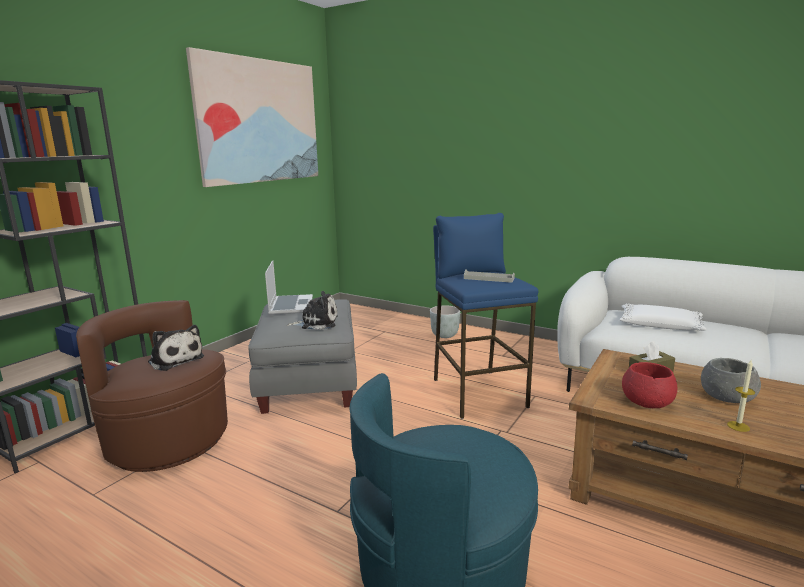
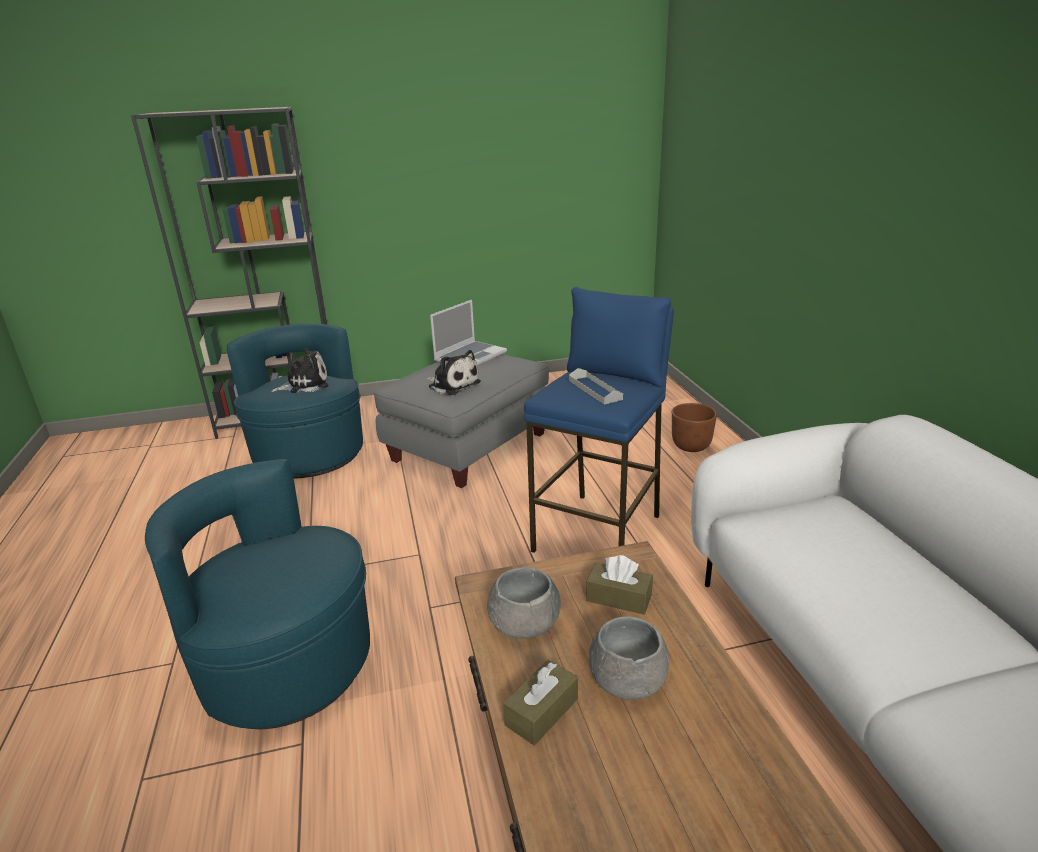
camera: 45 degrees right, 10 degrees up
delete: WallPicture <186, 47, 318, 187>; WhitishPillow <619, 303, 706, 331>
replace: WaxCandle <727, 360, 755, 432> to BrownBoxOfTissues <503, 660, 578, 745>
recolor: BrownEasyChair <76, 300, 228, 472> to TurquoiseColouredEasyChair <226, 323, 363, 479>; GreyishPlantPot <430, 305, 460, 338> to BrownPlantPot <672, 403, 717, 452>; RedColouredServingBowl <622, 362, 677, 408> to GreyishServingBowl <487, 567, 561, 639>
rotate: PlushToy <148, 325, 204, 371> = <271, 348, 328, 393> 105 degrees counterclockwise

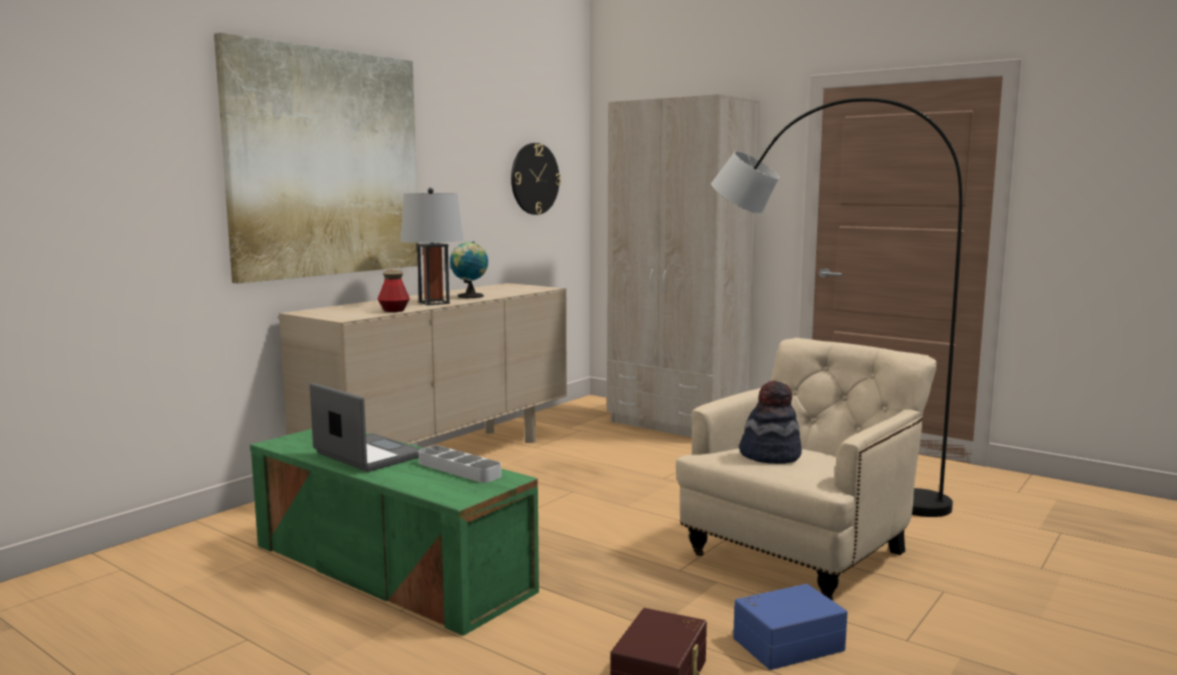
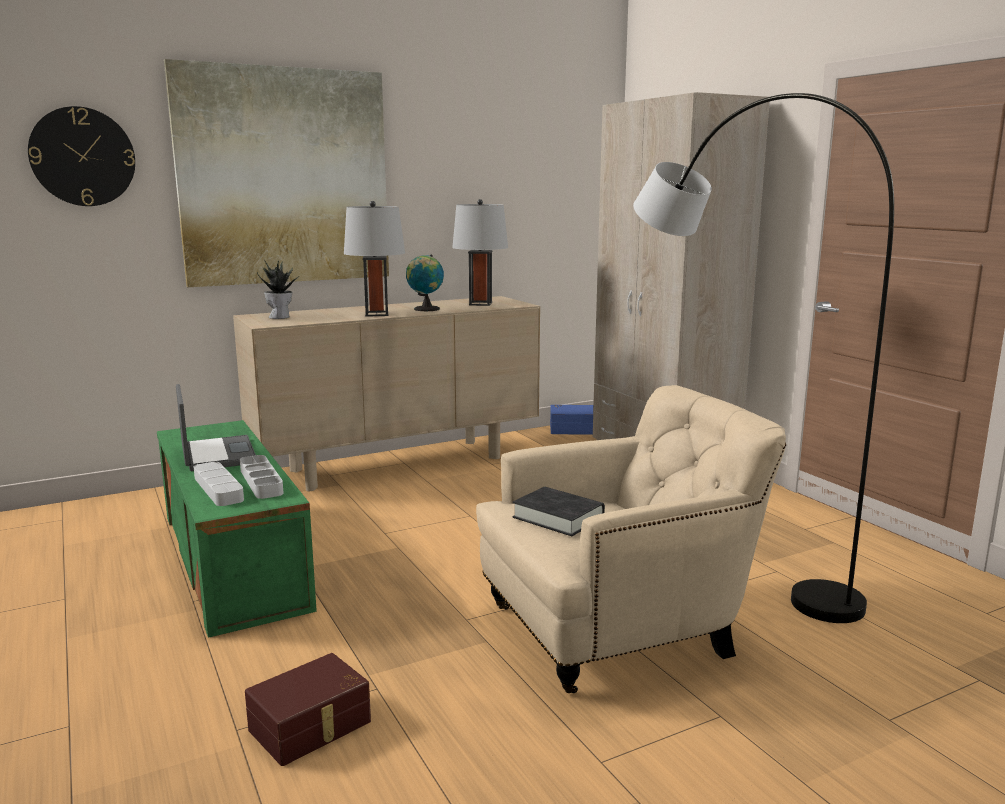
camera: 25 degrees right, 5 degrees up
delete: DrinkBottle <378, 269, 410, 312>
insert: GreyishCarryingTray <194, 462, 244, 506>; PlantInAPot <257, 260, 300, 319>; GreyishTabletopLamp <452, 199, 508, 306>
move: HangingClock <511, 143, 561, 215> to <28, 106, 135, 206>; BlueStorageBin <733, 584, 847, 670> to <550, 405, 594, 435>
replace: WearableHat <739, 380, 802, 464> to BlackVolume <513, 487, 605, 536>

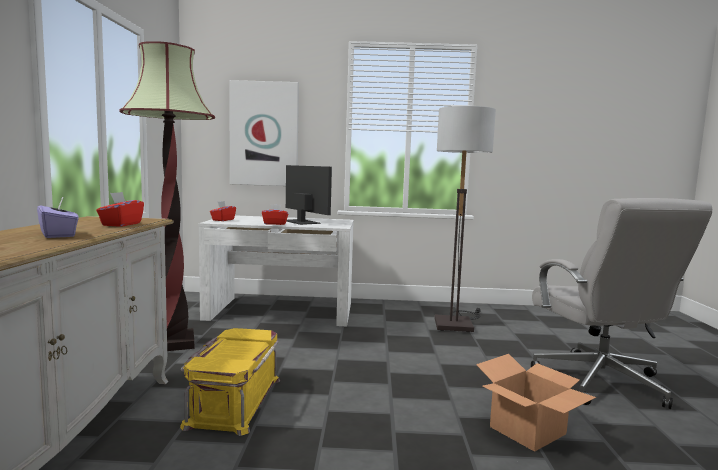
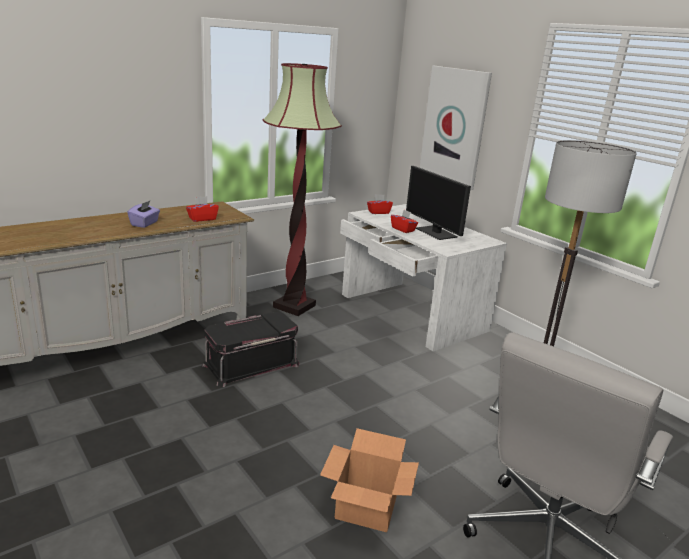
camera: 50 degrees right, 15 degrees up
recolor: YellowColouredStorageBin <180, 328, 280, 436> to BlackStorageBin <202, 312, 300, 387>
rotate: ComputerScreen <286, 165, 332, 225> = <406, 166, 471, 240> 135 degrees clockwise

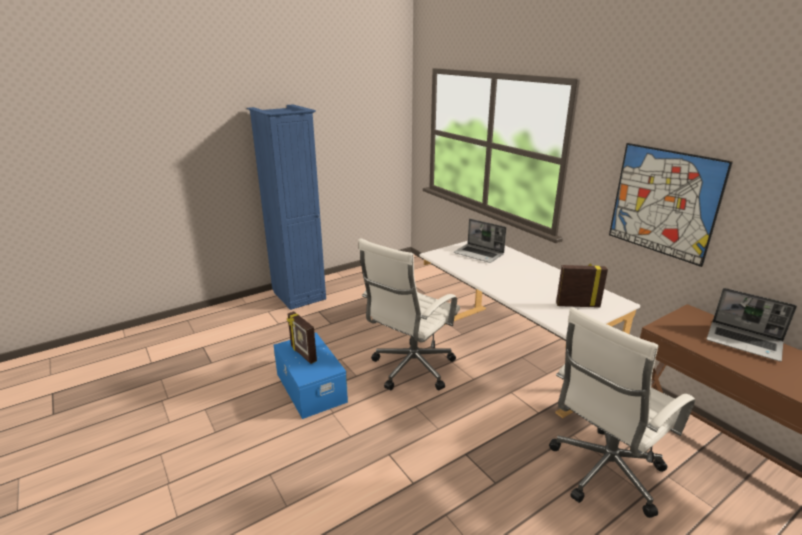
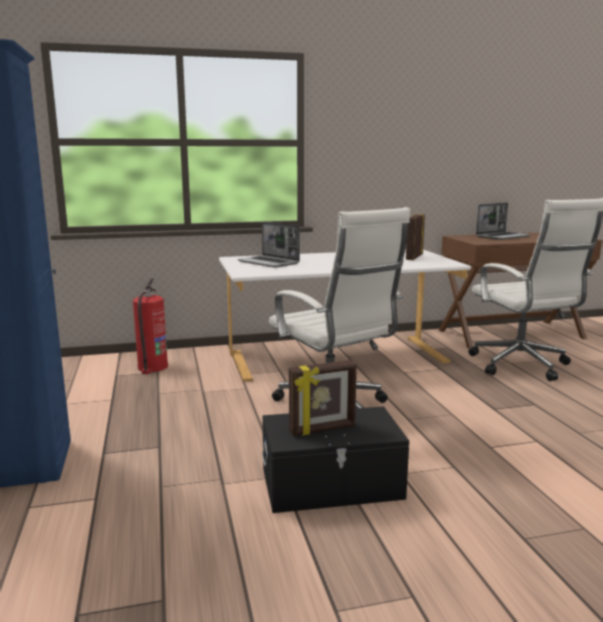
camera: 70 degrees left, 10 degrees down
delete: WallPicture <609, 143, 733, 267>
insert: Extinguisher <133, 278, 168, 374>
recolor: BlueStorageBin <274, 333, 348, 419> to BlackStorageBin <262, 406, 409, 513>
rotate: PortableComputer <454, 219, 507, 263> = <238, 222, 300, 268> 75 degrees clockwise

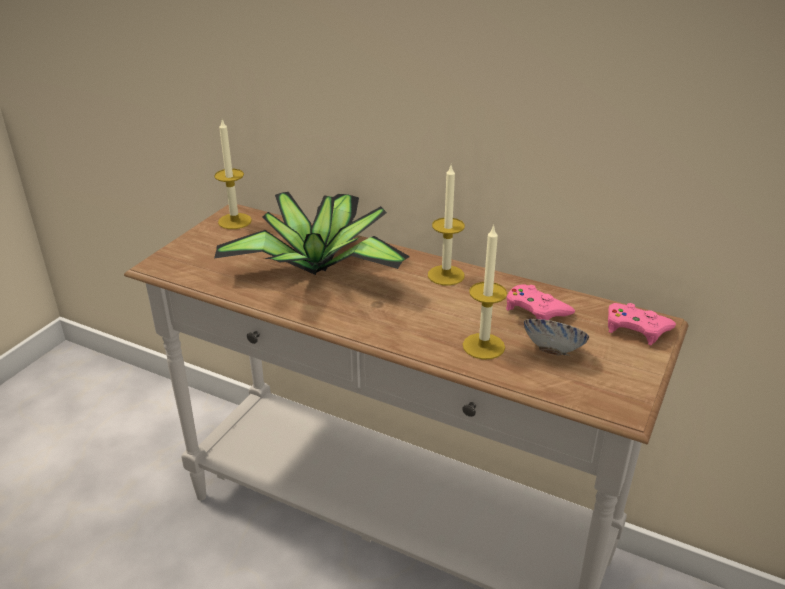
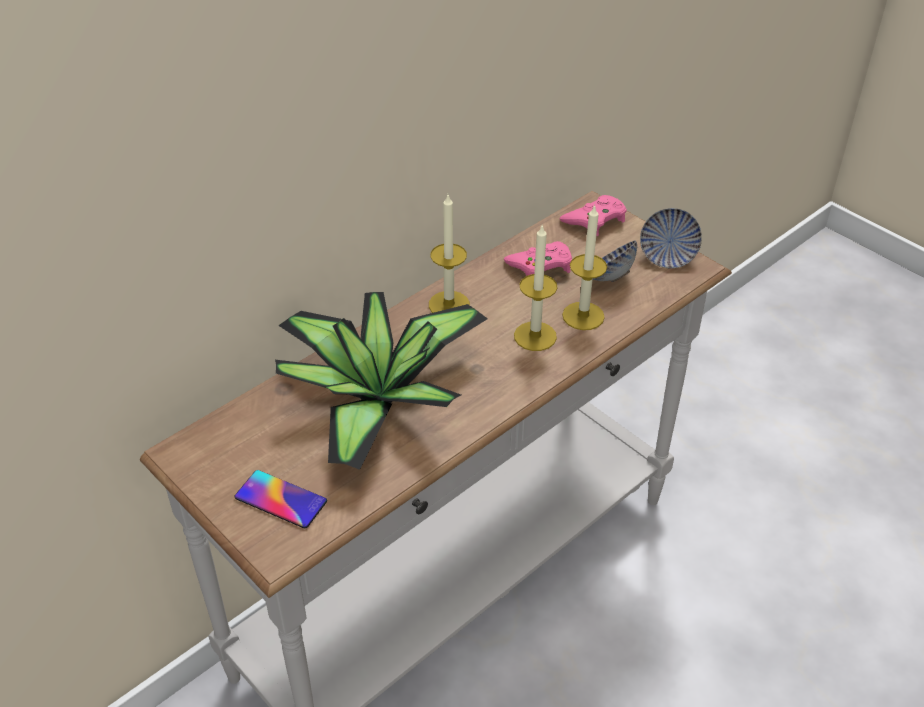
camera: 70 degrees left, 10 degrees up
insert: Phone <234, 470, 327, 528>; ServingBowl <640, 208, 702, 269>
move: WaxCandle <214, 120, 252, 229> to <514, 226, 557, 351>

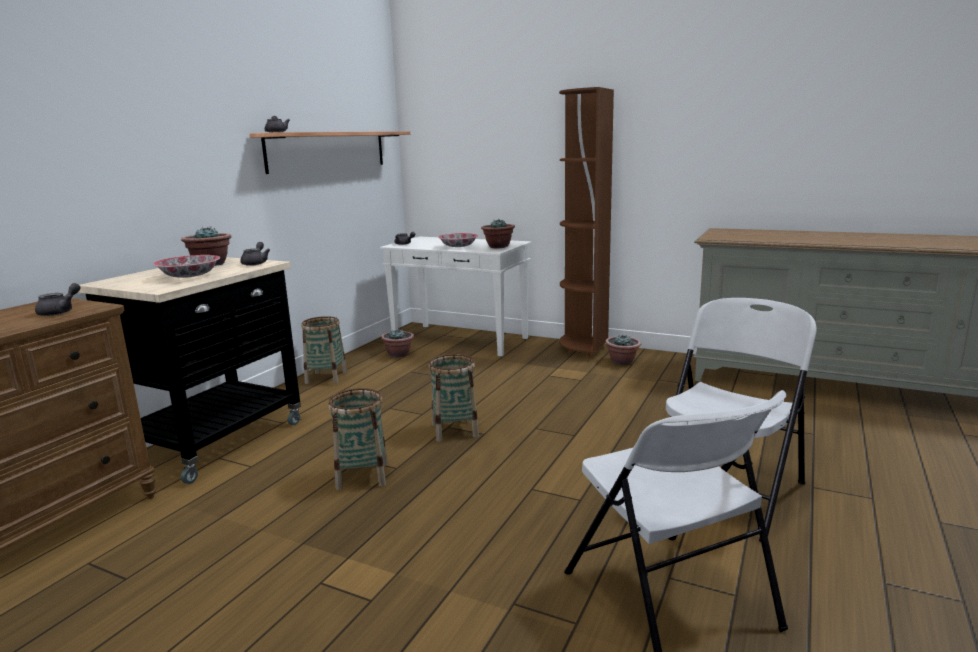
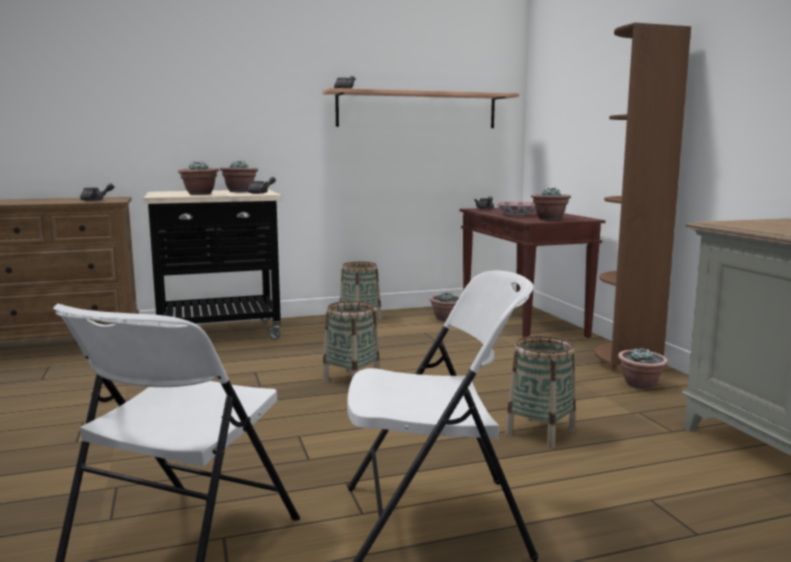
camera: 45 degrees right, 5 degrees down
move: Basket <328, 388, 388, 490> to <505, 336, 576, 448>
replace: ServingBowl <153, 255, 220, 278> to PlantInAPot <178, 162, 219, 195>
recolor: WhitishConsoleTable <380, 236, 532, 357> to BrownConsoleTable <459, 208, 606, 338>

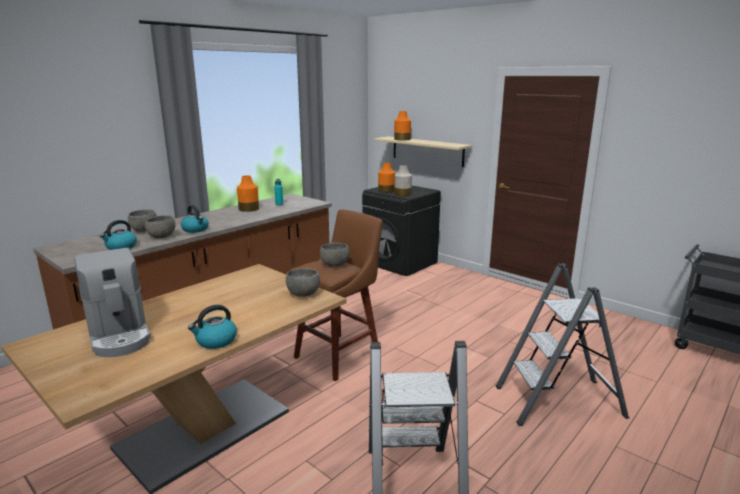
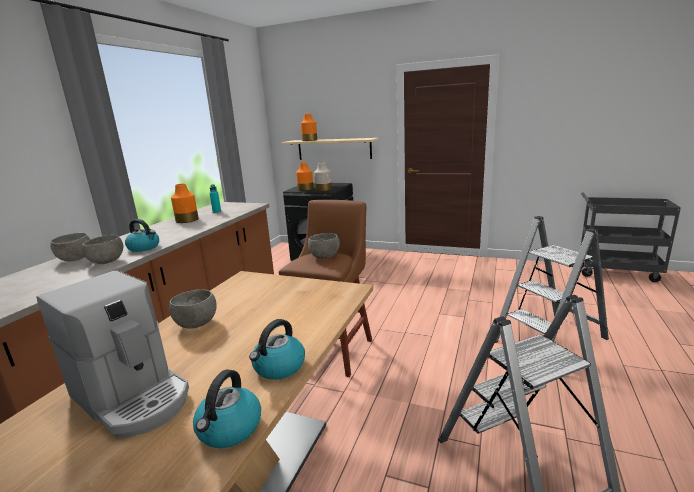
camera: 20 degrees left, 0 degrees up
move: TeaKettle <100, 220, 137, 250> to <193, 369, 261, 448>; GreyishServingBowl <286, 268, 320, 297> to <169, 289, 217, 329>

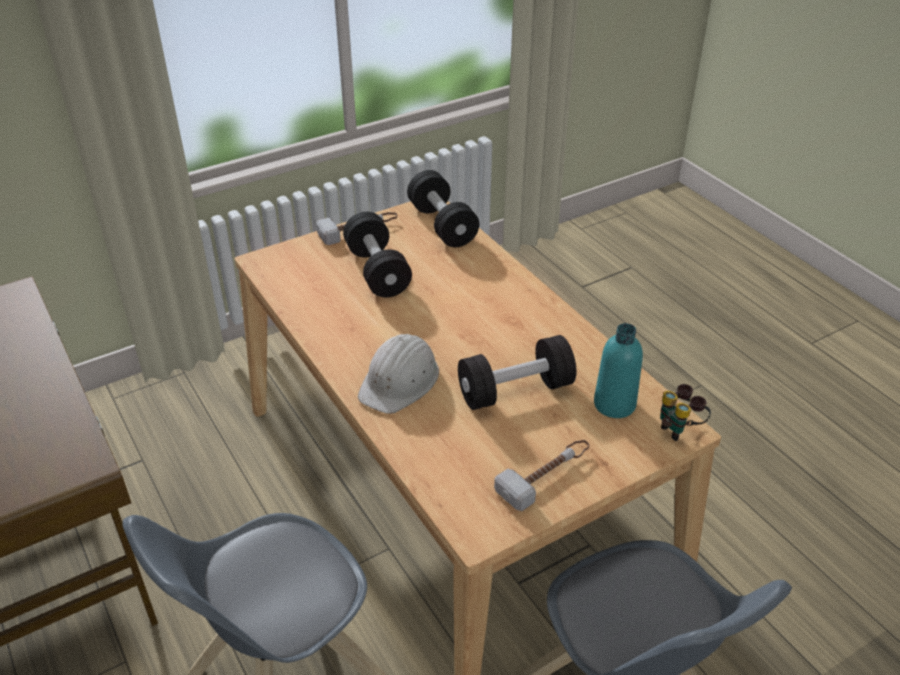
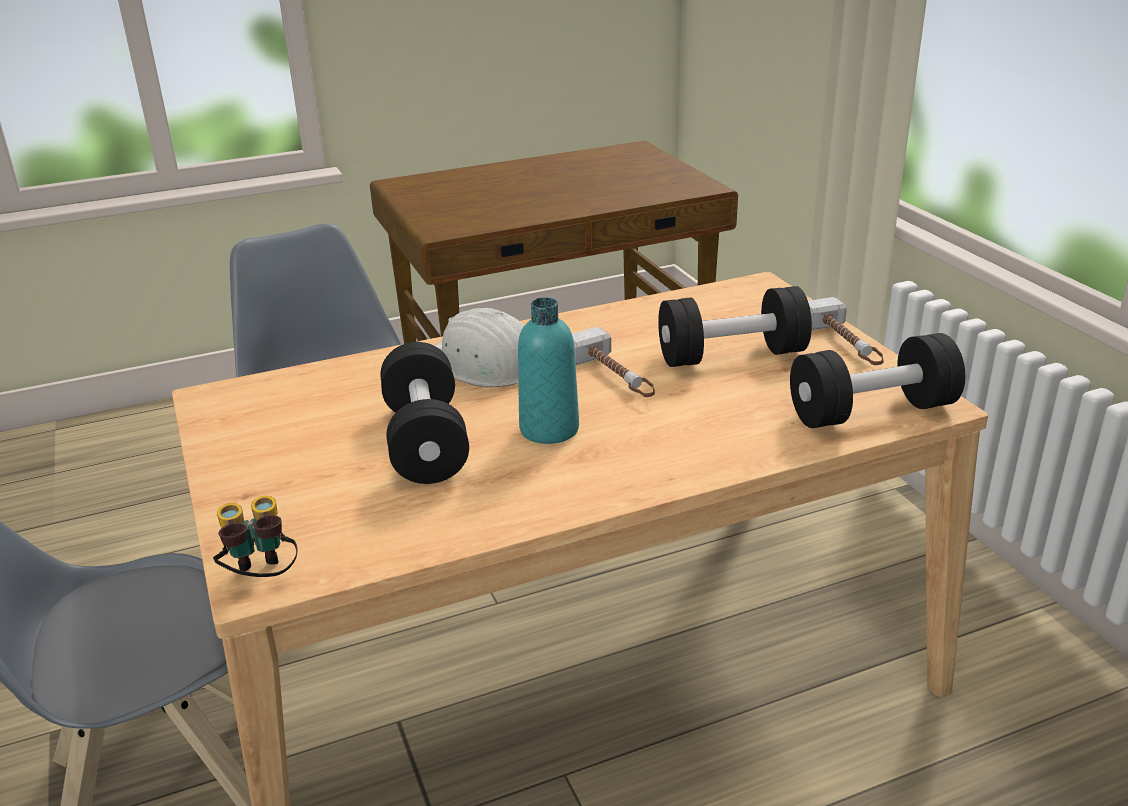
camera: 100 degrees right, 10 degrees down
move: ToolHammer <494, 440, 589, 511> to <572, 327, 655, 397>; TurquoiseColouredDrinkBottle <594, 323, 643, 418> to <518, 297, 579, 444>

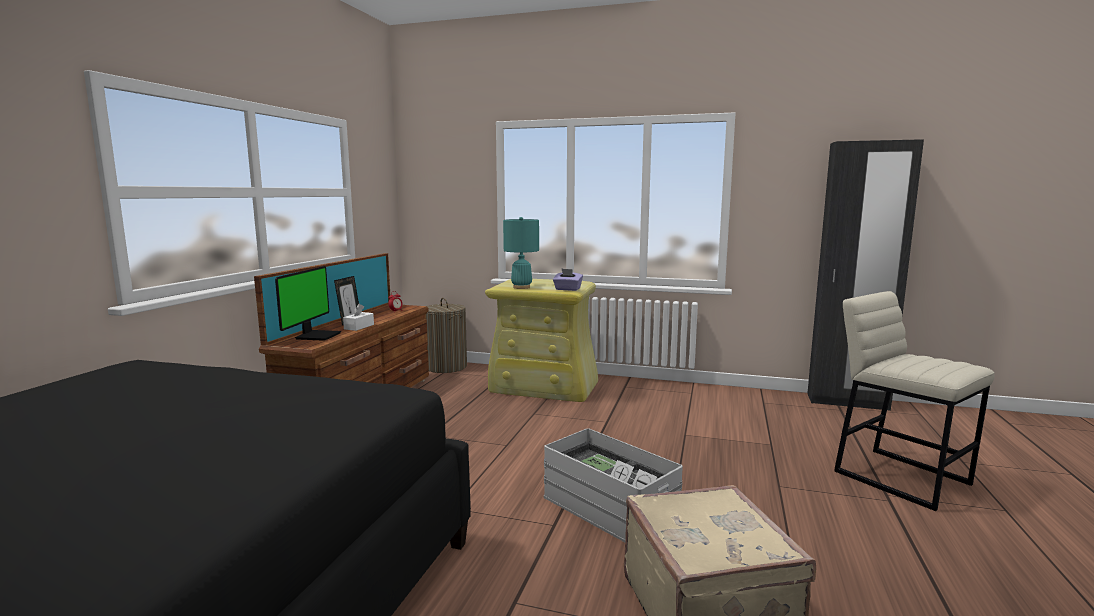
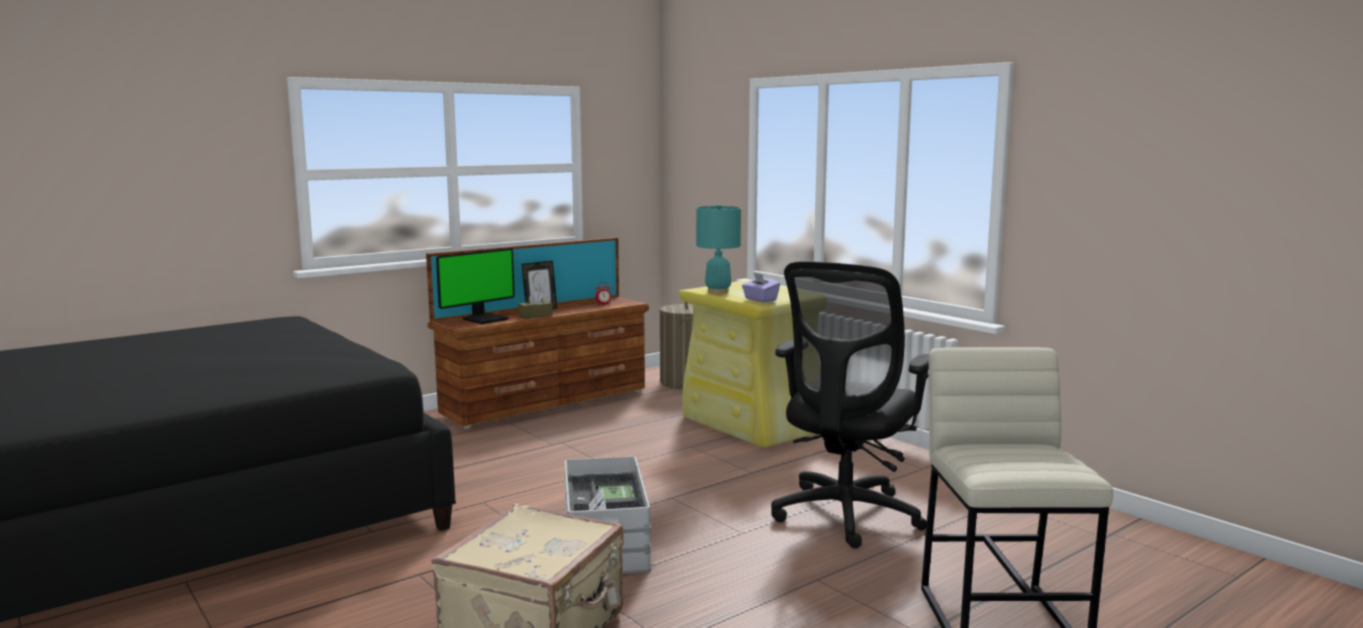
camera: 35 degrees right, 0 degrees up
delete: BlackArmoire <807, 139, 924, 411>
insert: BlackOfficeChair <771, 261, 929, 548>
recolor: WhitishBoxOfTissues <343, 304, 374, 331> to BrownBoxOfTissues <518, 291, 553, 319>

